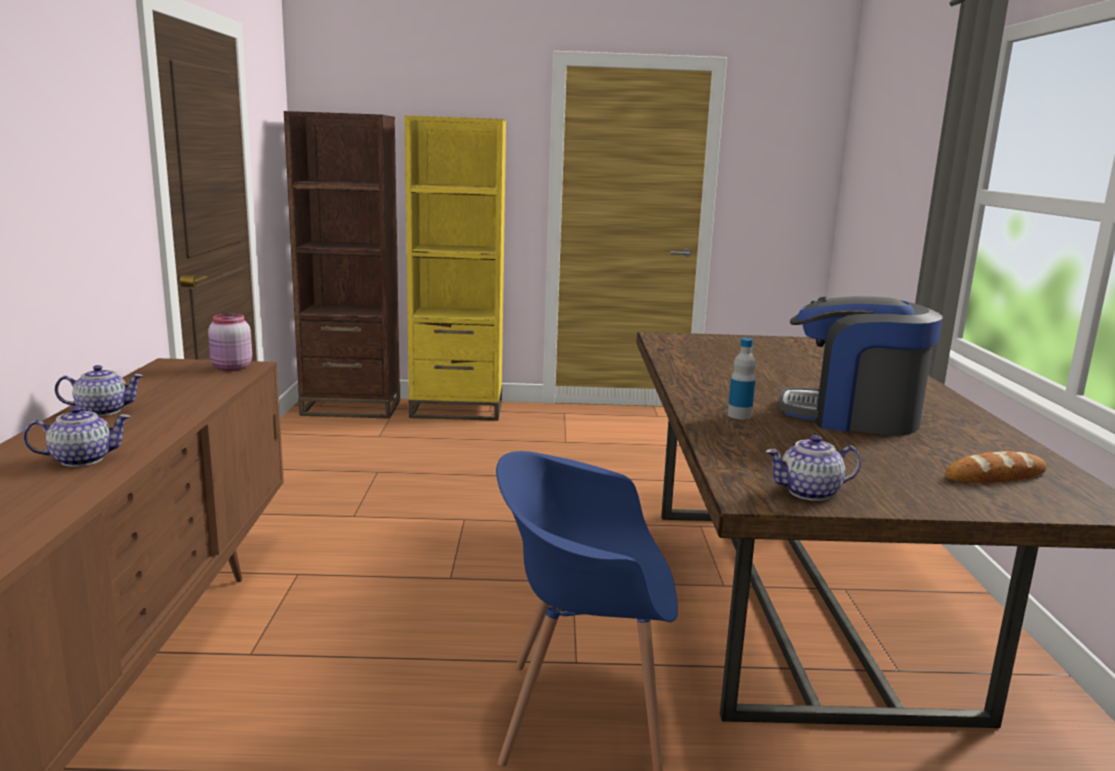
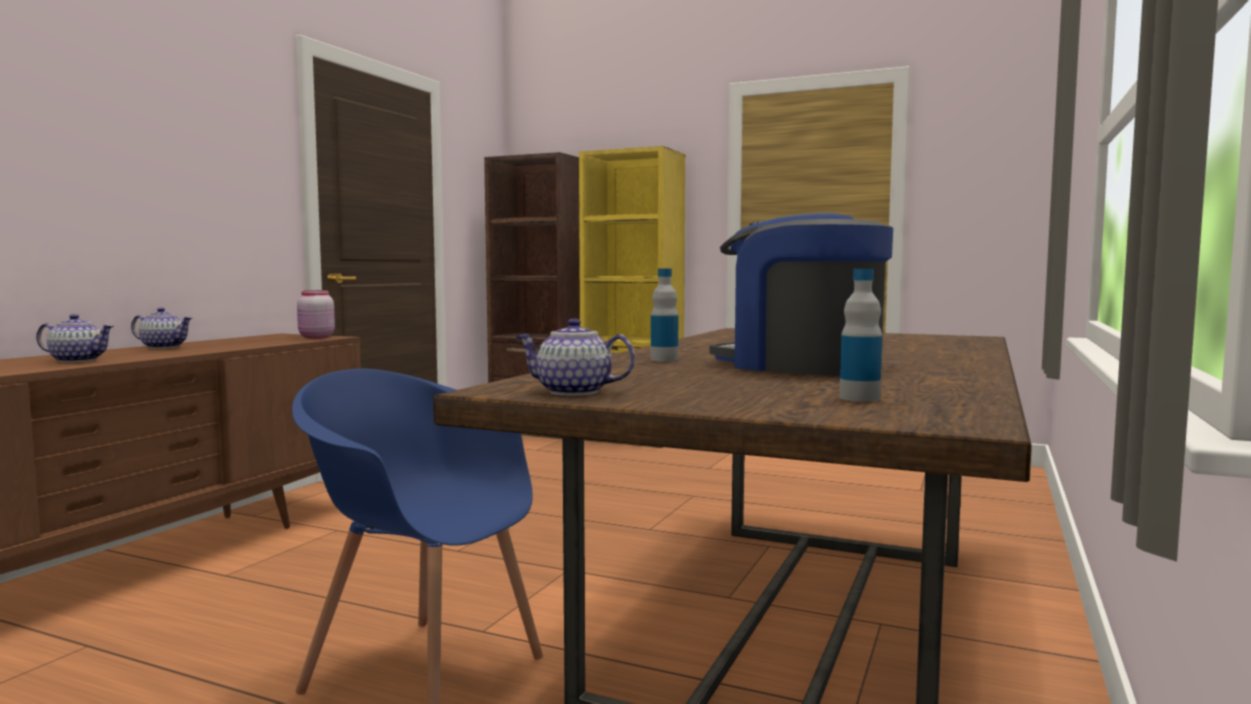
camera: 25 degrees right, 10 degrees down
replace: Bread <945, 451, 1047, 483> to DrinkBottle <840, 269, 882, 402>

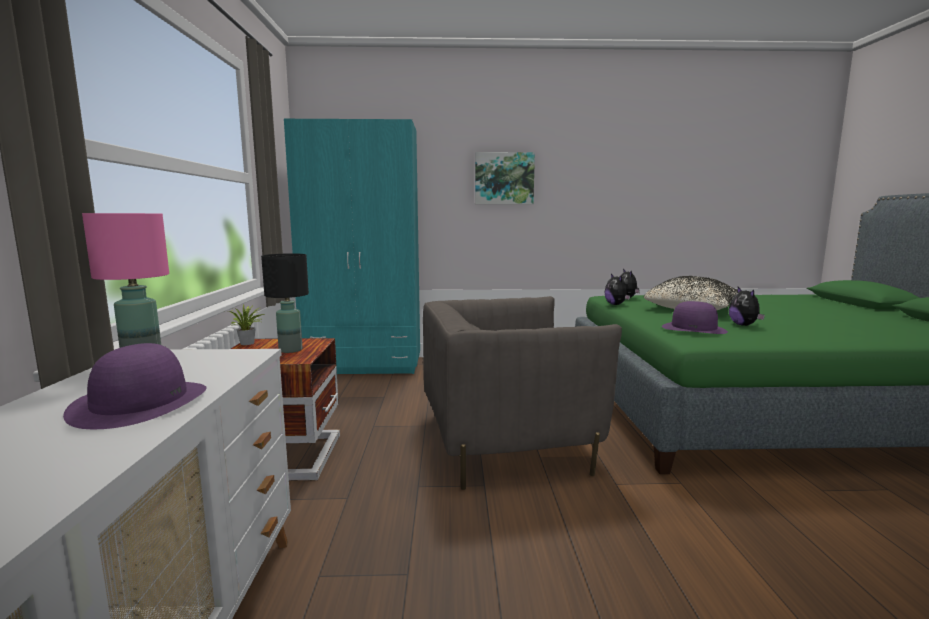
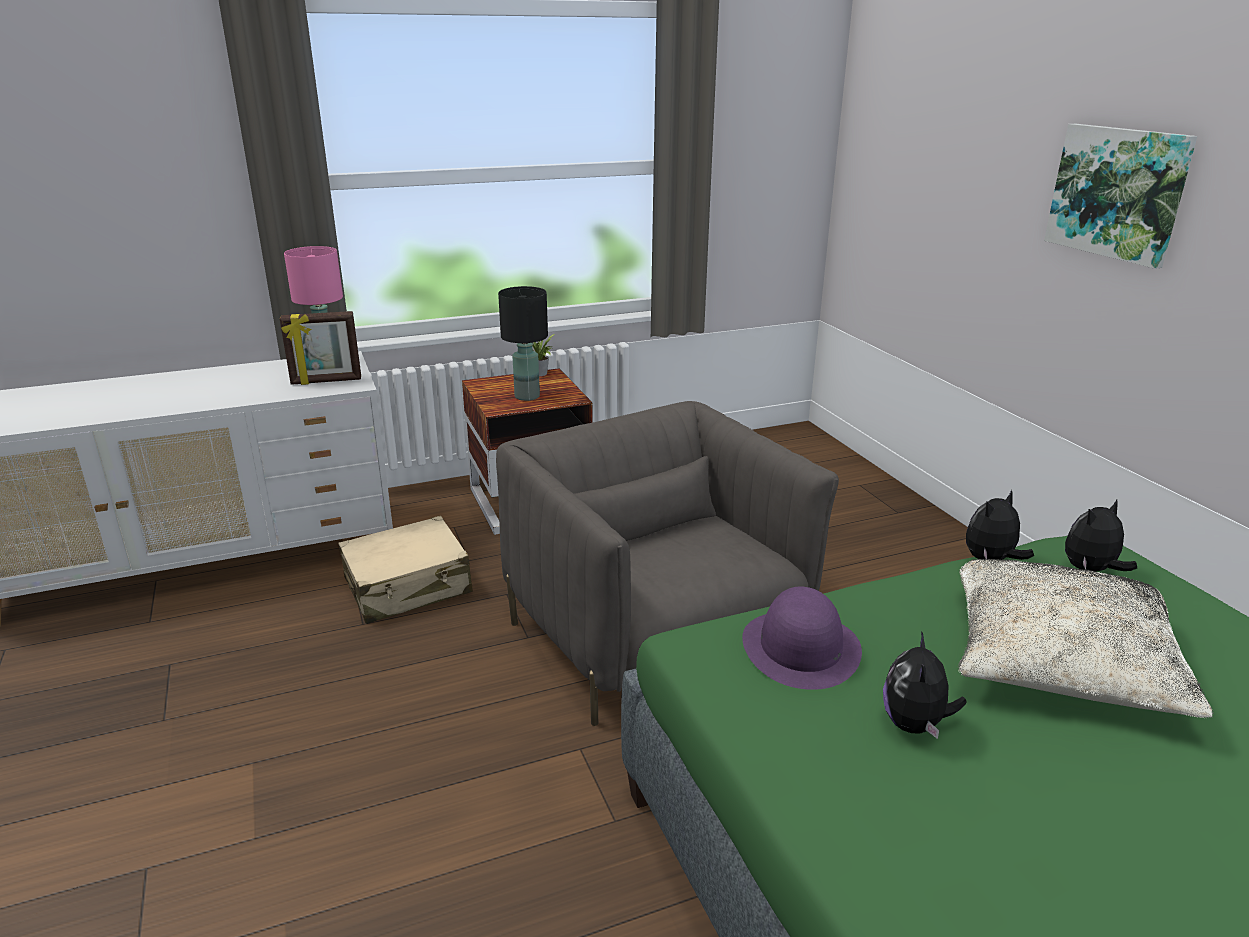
camera: 70 degrees right, 15 degrees up
delete: PurplishWearableHat <63, 343, 207, 429>; TurquoiseColouredArmoire <284, 119, 420, 374>
insert: PictureFrame <280, 311, 361, 385>; BeigePieceOfLuggage <339, 516, 473, 624>
rotate: PlushToy <729, 287, 765, 326> = <883, 631, 967, 739> 45 degrees counterclockwise

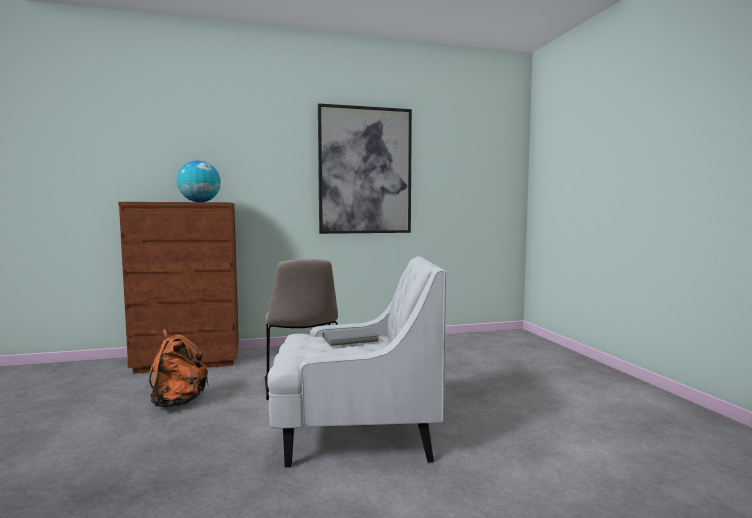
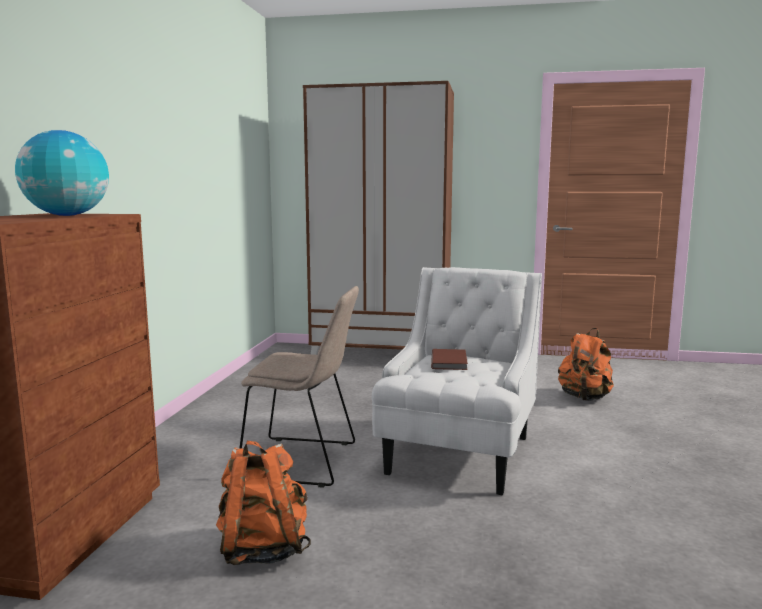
camera: 65 degrees left, 5 degrees up
delete: WallPicture <318, 103, 412, 234>
insert: BrownArmoire <303, 81, 454, 355>; OrangeBackpack <558, 328, 614, 401>
recolor: GreyishVolume <323, 328, 379, 346> to BrownVolume <431, 349, 468, 370>

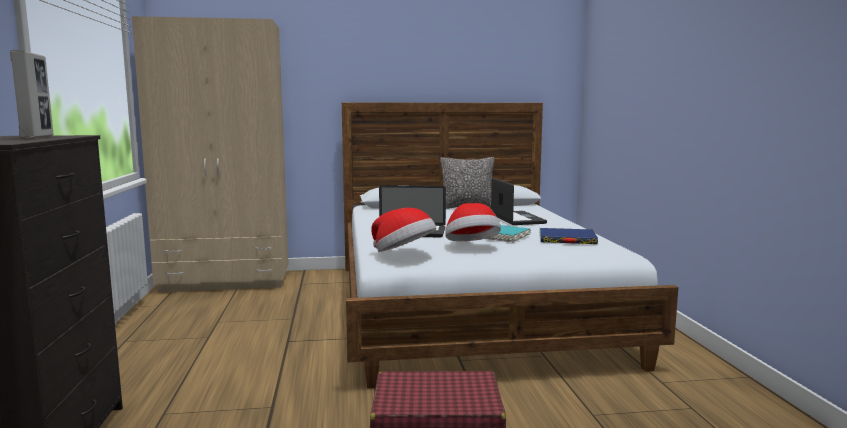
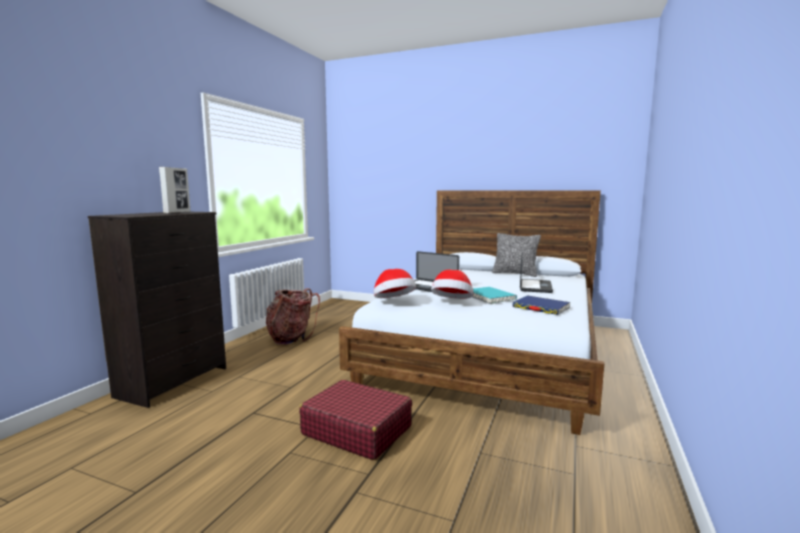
camera: 30 degrees right, 0 degrees up
delete: BeigeArmoire <132, 16, 289, 293>
insert: Backpack <266, 288, 320, 345>

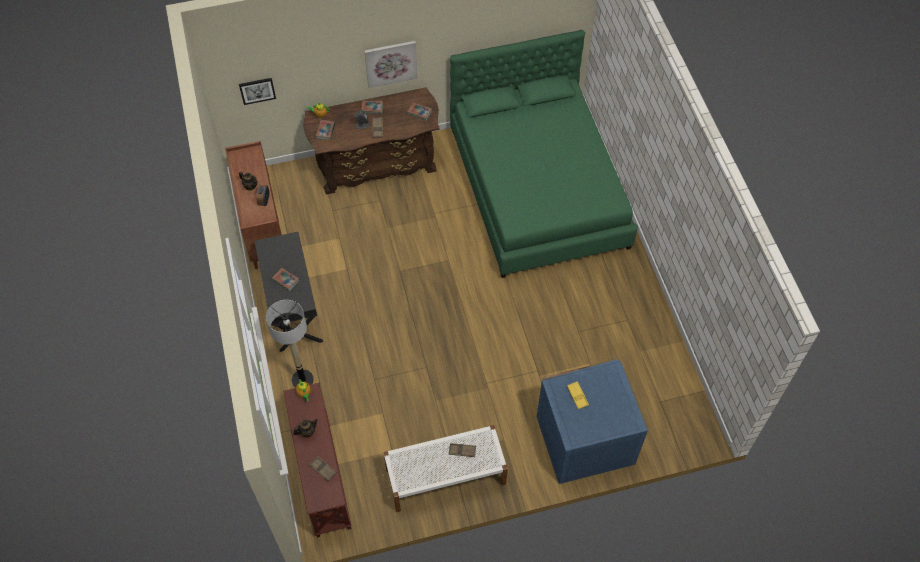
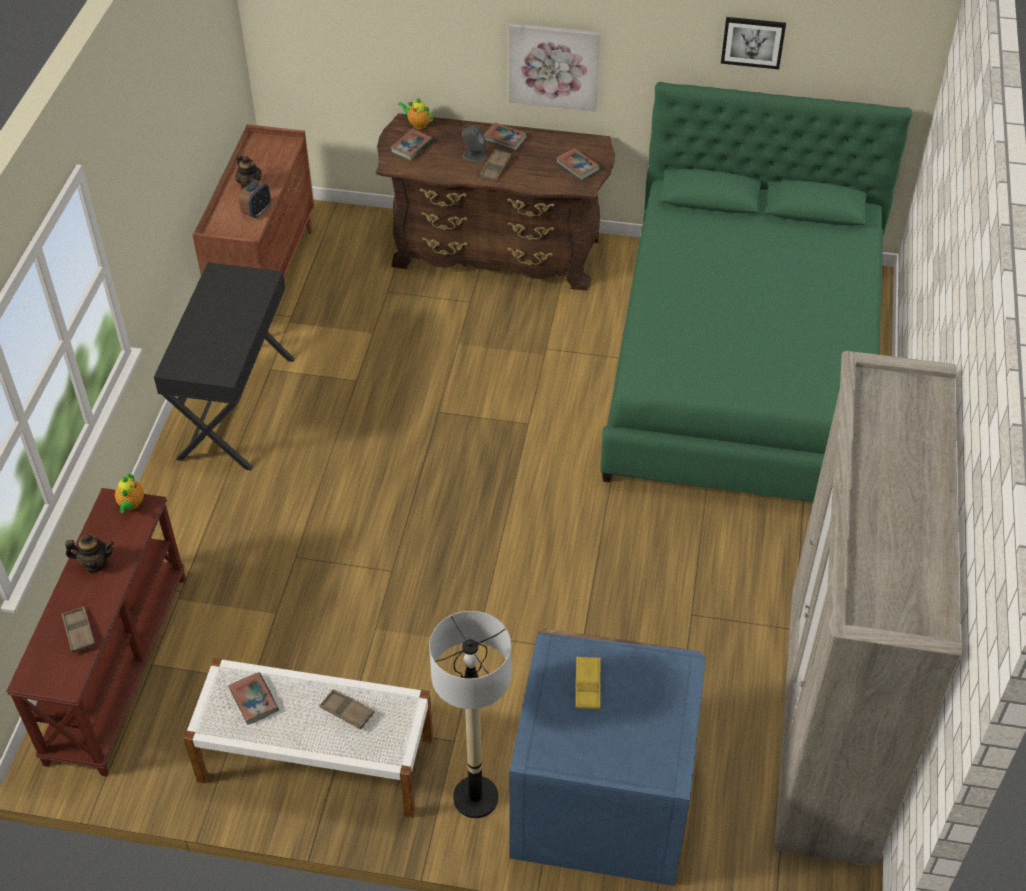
camera: 25 degrees right, 10 degrees down
insert: BeigeArmoire <774, 351, 963, 865>
move: WallPicture <239, 78, 276, 105> to <721, 17, 786, 69>; StandingLamp <266, 300, 314, 388> to <429, 611, 511, 818>; Volume <272, 268, 300, 291> to <228, 672, 279, 725>

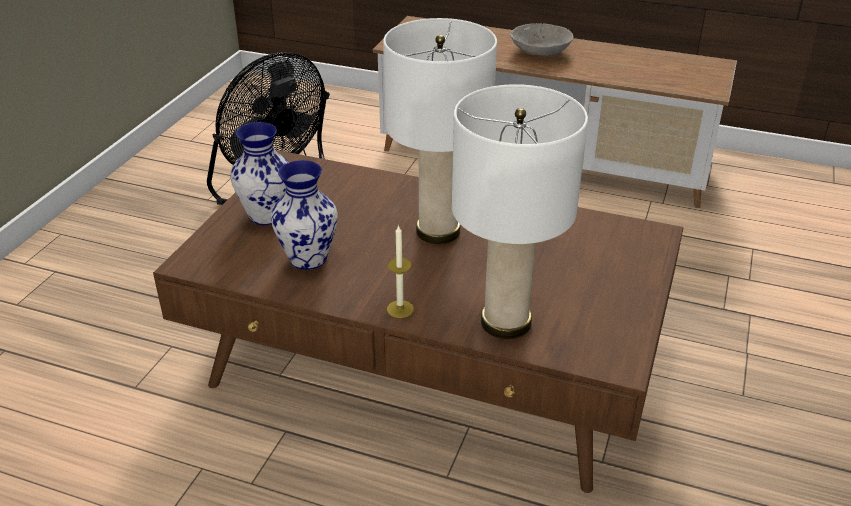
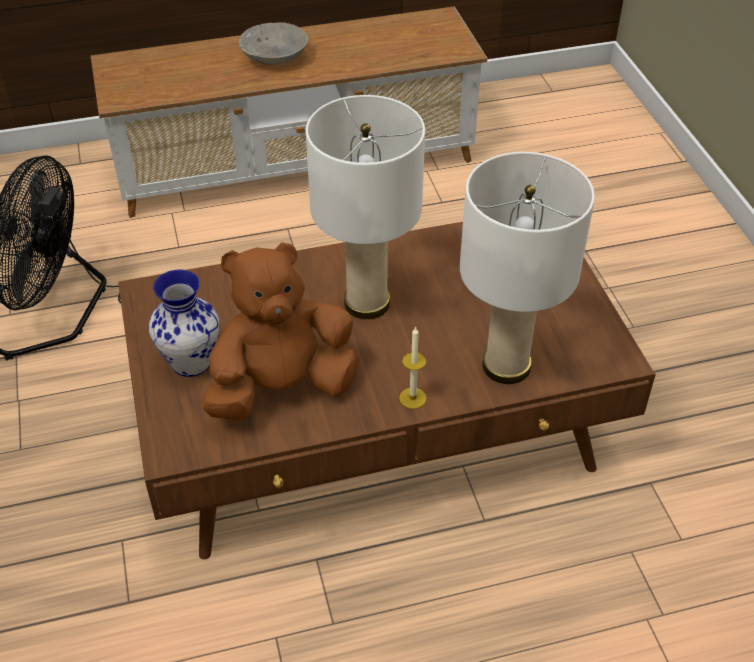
camera: 35 degrees left, 10 degrees up
replace: FlowerVase <271, 160, 338, 270> to BrownPlushToy <201, 242, 359, 421>

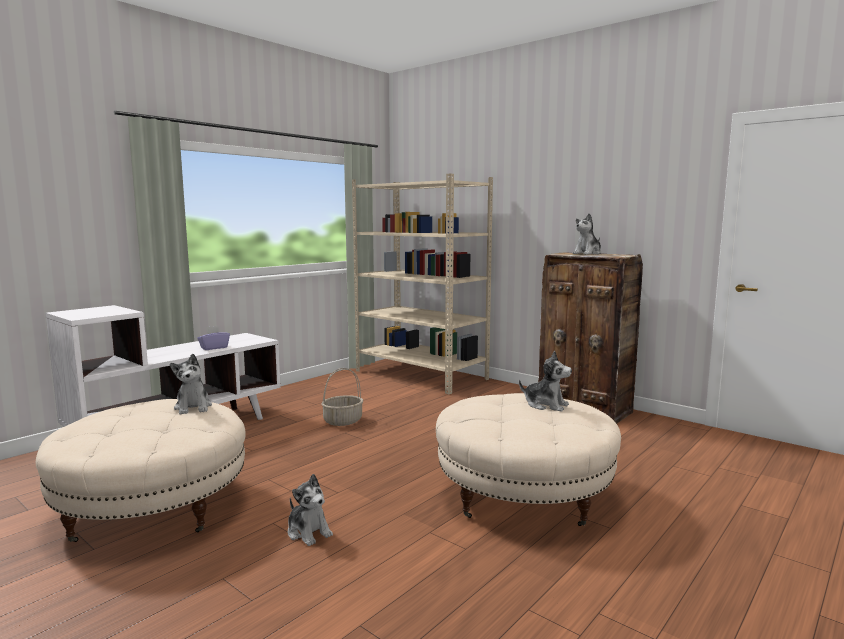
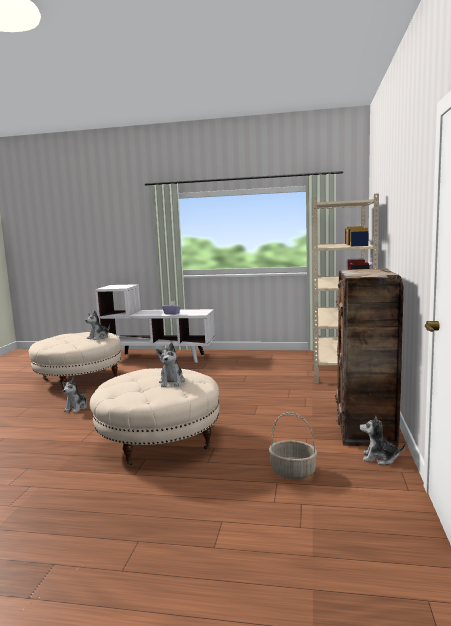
camera: 60 degrees right, 0 degrees up
move: Basket <322, 368, 363, 426> to <269, 412, 317, 479>; PlushToy <572, 213, 601, 255> to <360, 416, 405, 465>

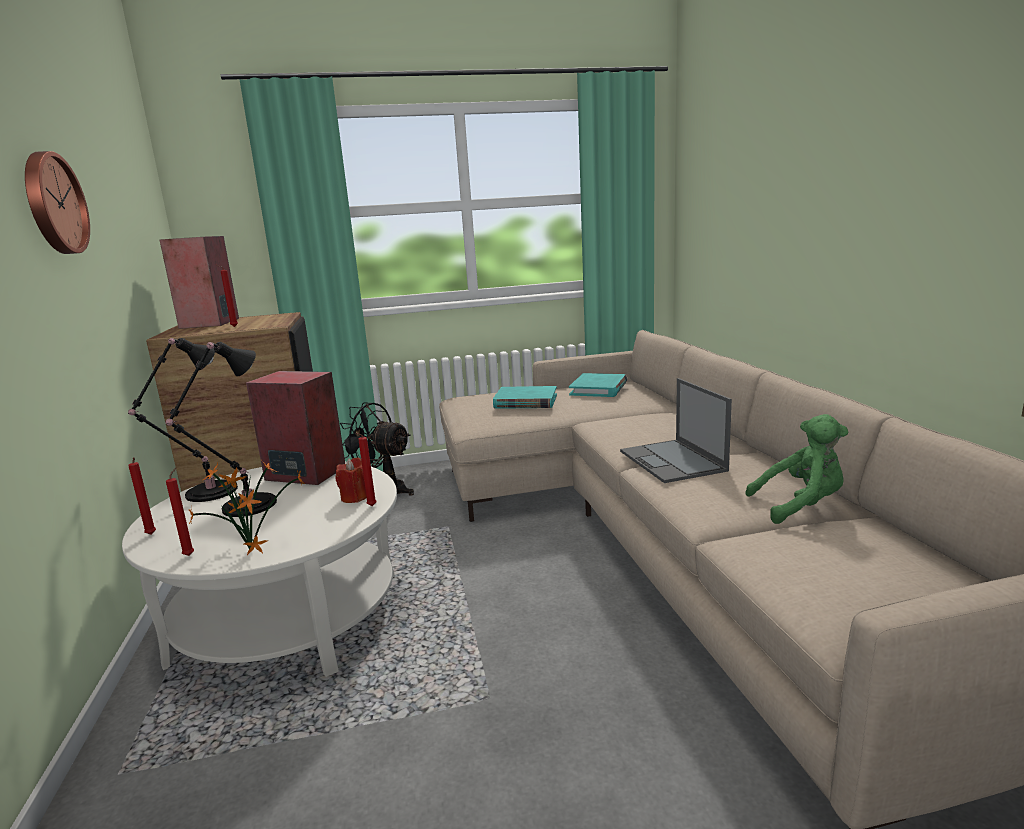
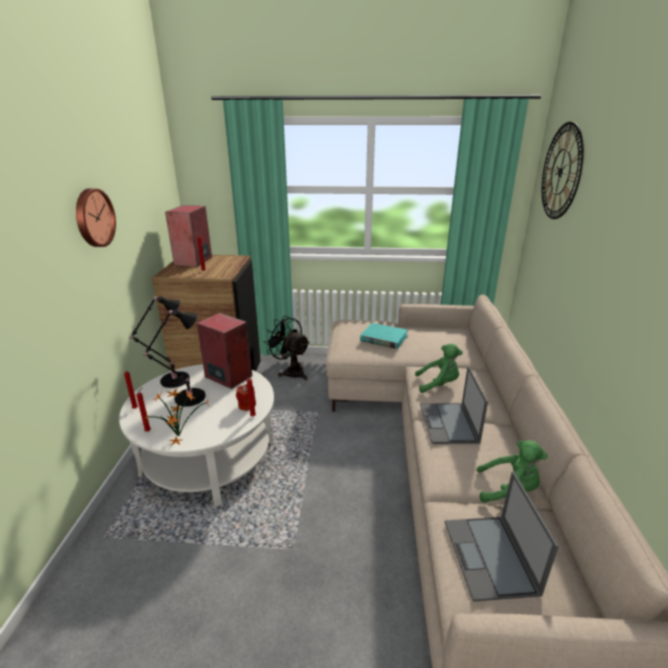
camera: 15 degrees right, 10 degrees up
delete: TurquoiseColouredVolume <569, 373, 627, 397>
insert: GreenColouredPlushToy <415, 344, 462, 393>; PortableComputer <445, 472, 559, 602>; HangingClock <542, 122, 584, 219>

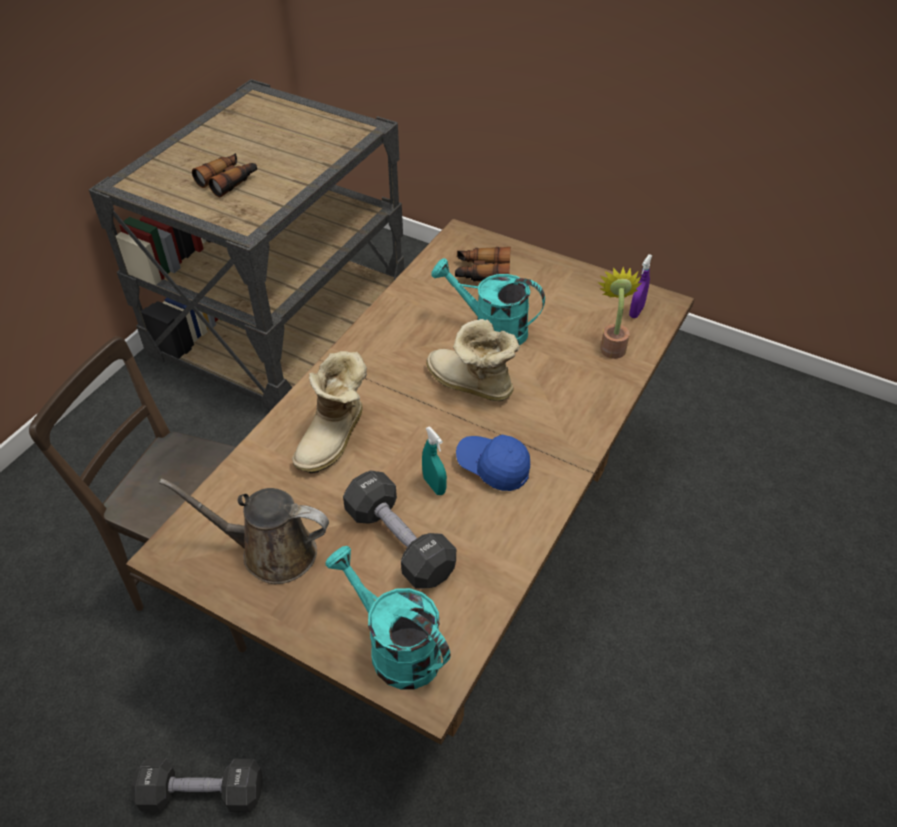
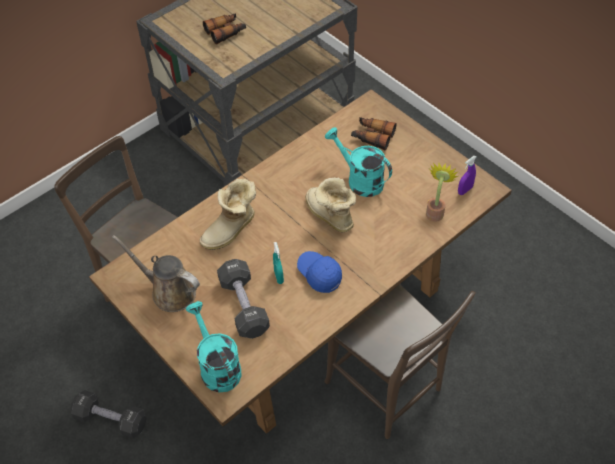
camera: 20 degrees right, 5 degrees up
insert: BrownChair <324, 284, 476, 439>

